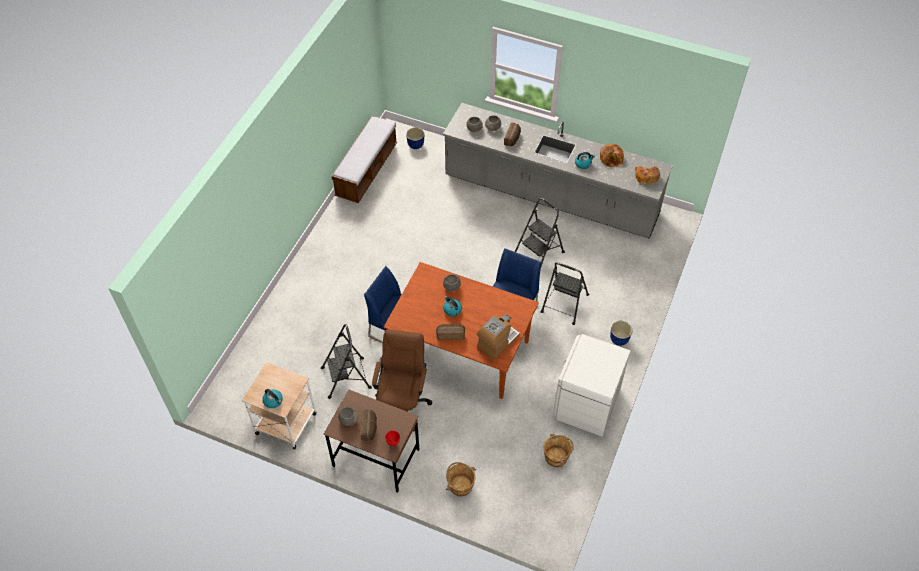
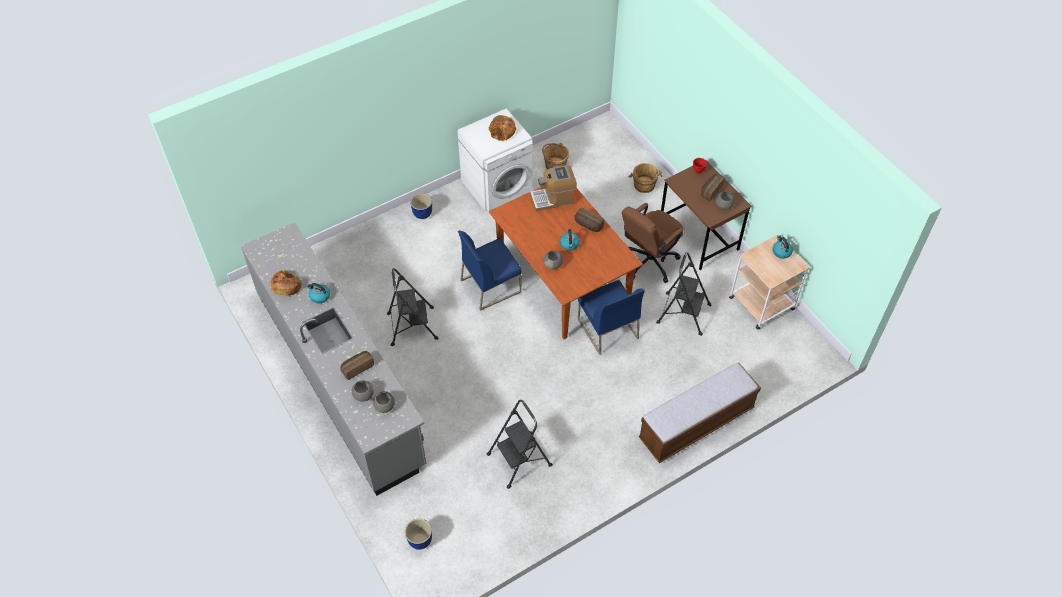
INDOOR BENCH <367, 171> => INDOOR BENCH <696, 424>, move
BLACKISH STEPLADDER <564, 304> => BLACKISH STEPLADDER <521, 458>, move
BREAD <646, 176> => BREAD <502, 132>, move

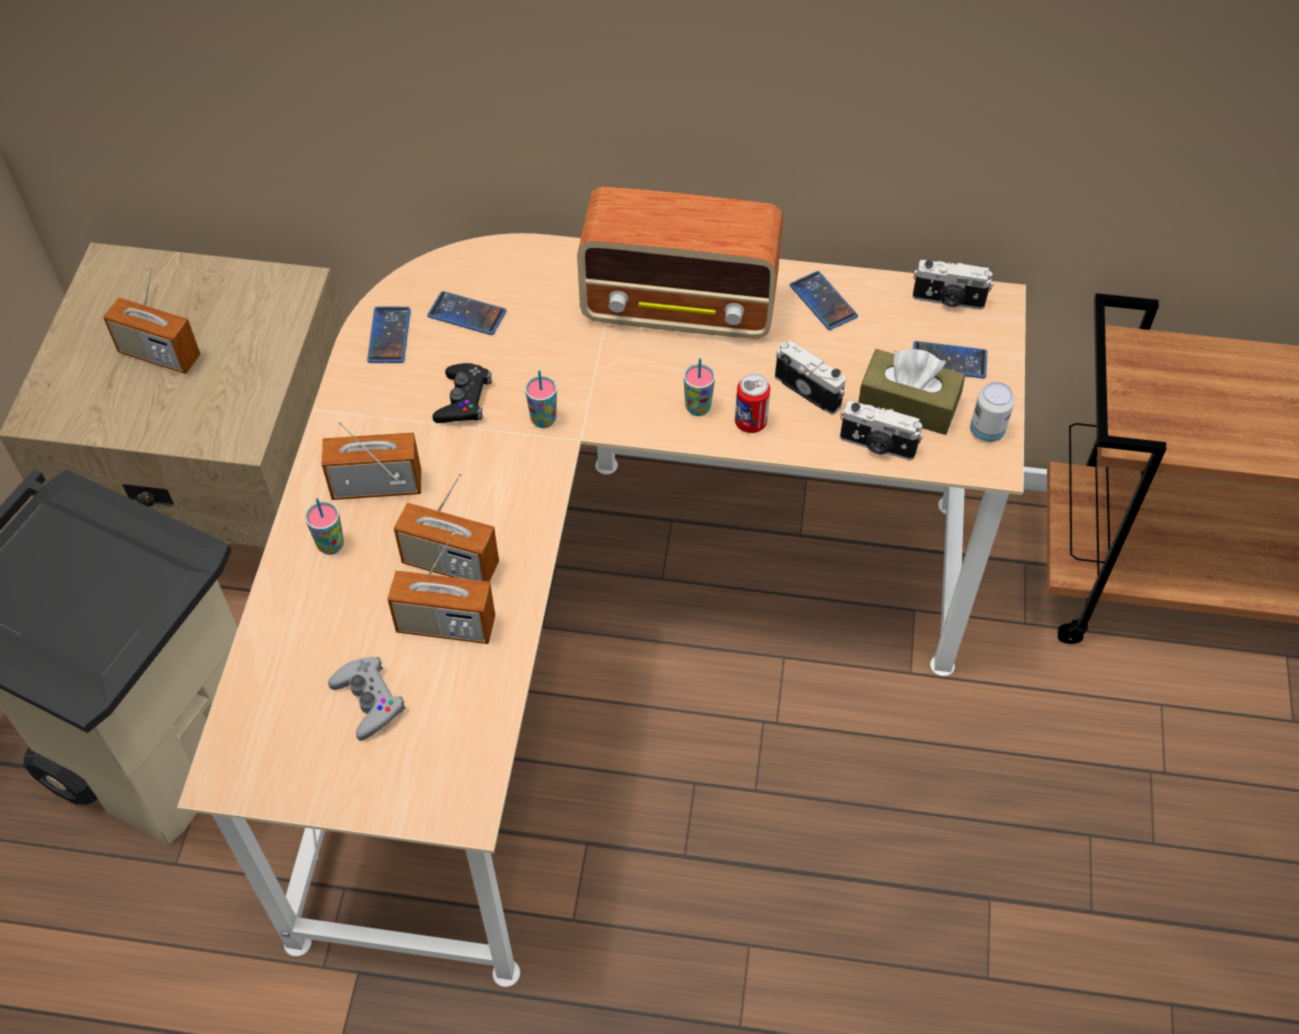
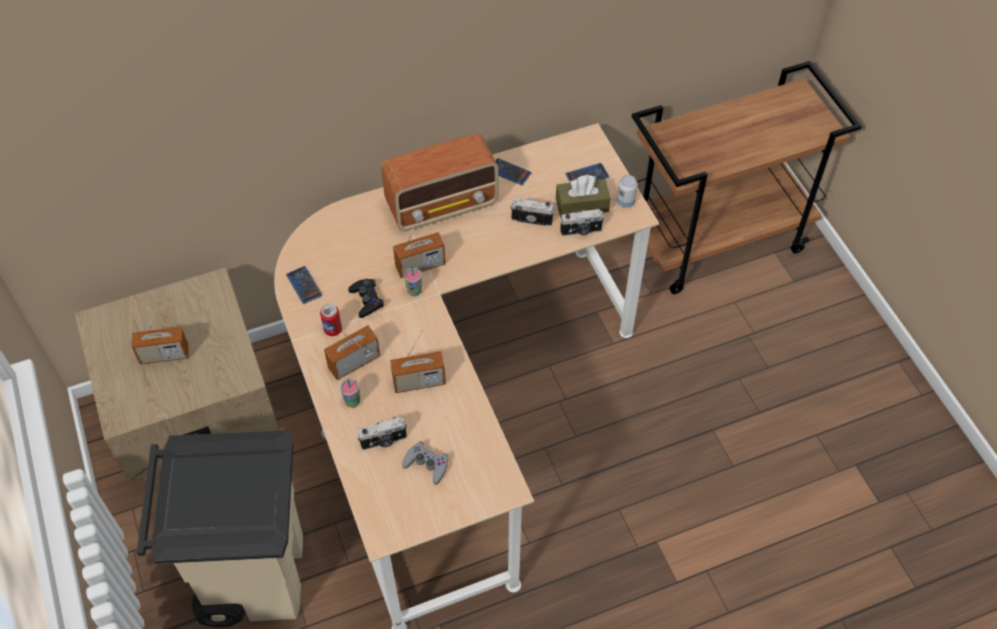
RADIO <446, 625> => RADIO <420, 265>, move
PHONE <467, 314> => nothing
CUP <698, 408> => nothing
METAL CAN <750, 422> => METAL CAN <333, 329>, move
PHOTO CAMERA <948, 300> => PHOTO CAMERA <384, 441>, move

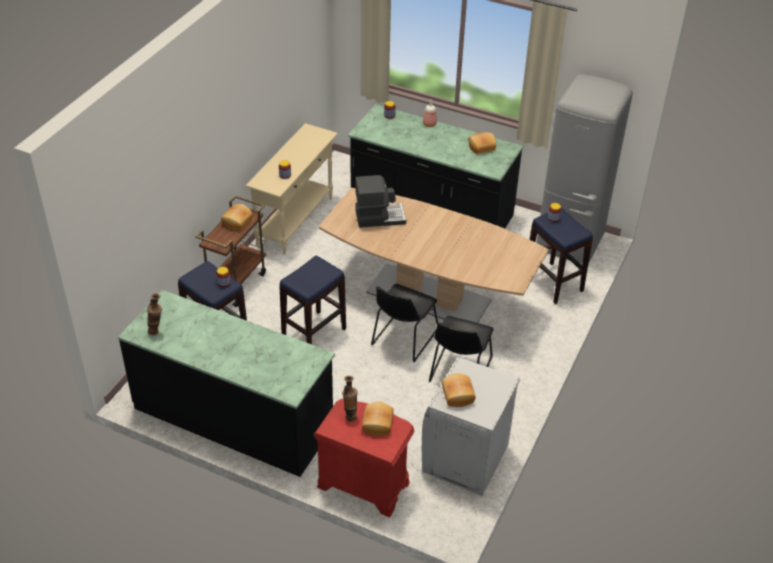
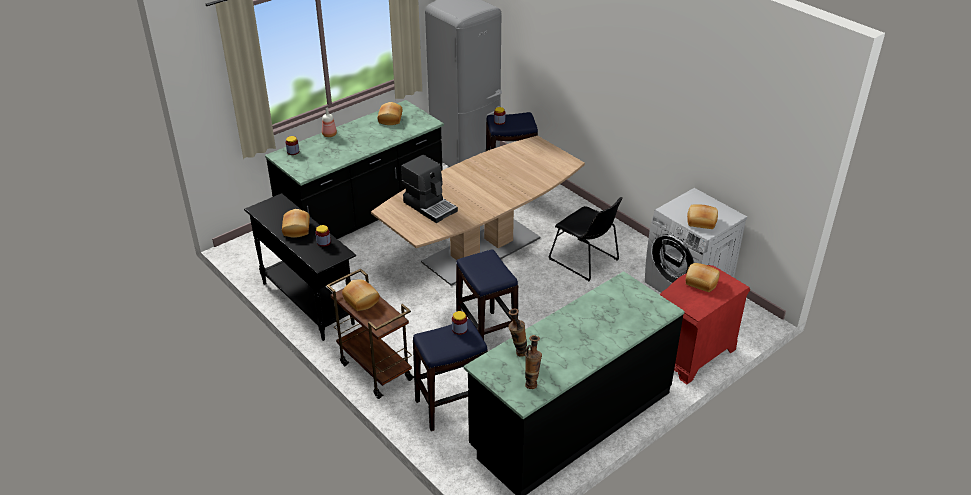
BEIGE-COLOURED NARROW TABLE <295, 221> => BLACKISH NARROW TABLE <308, 303>
FLOWER VASE <350, 415> => FLOWER VASE <517, 352>, move
COFFEE MAKER <379, 217> => COFFEE MAKER <430, 206>, 120 degrees clockwise
BLACKISH PLAIN CHAIR <403, 339> => nothing
nothing => BREAD <297, 229>

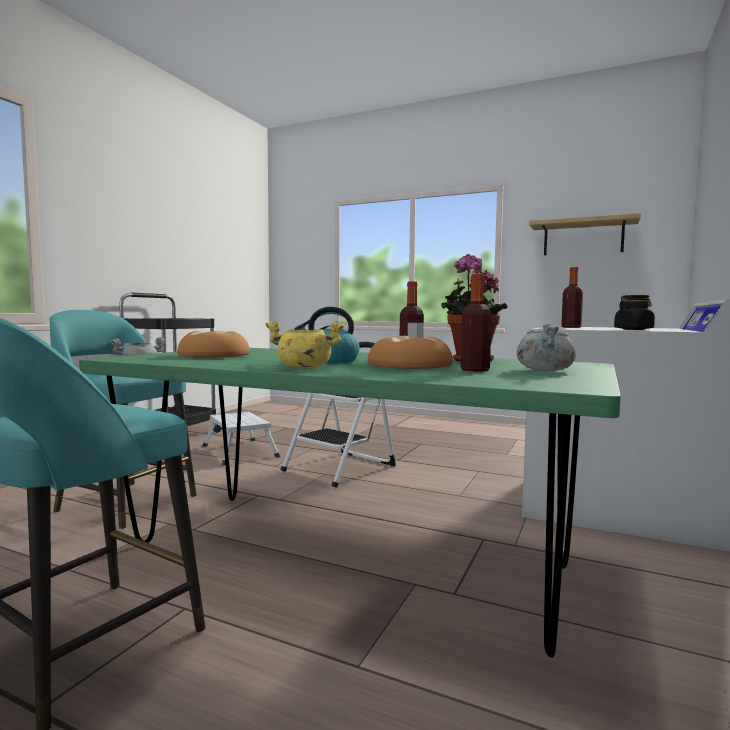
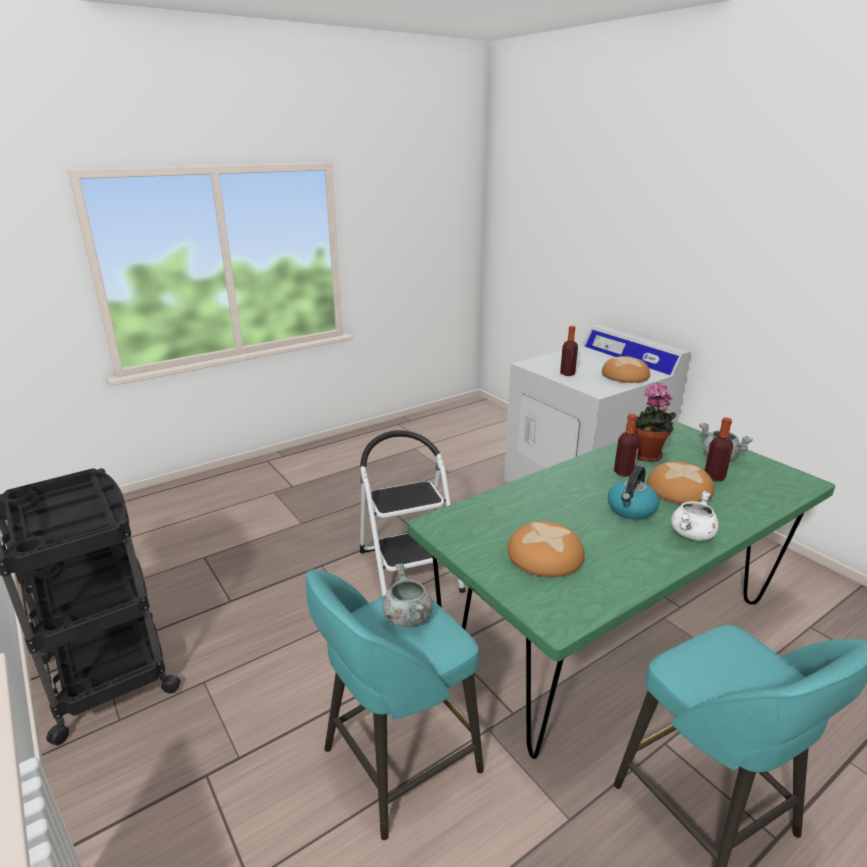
WHITE STEPLADDER <240, 451> => nothing
YELLOW SAUCEPOT <304, 368> => WHITE SAUCEPOT <692, 534>
SHELF <583, 238> => nothing
BLACKISH JAR <633, 329> => BREAD <625, 375>

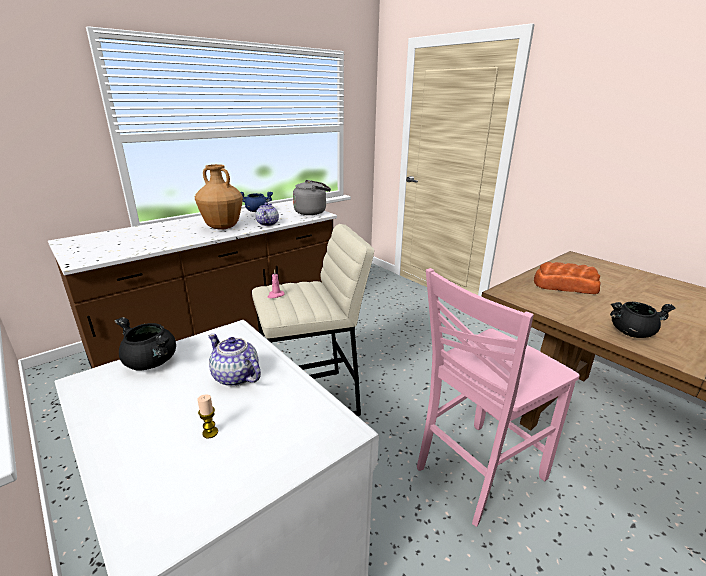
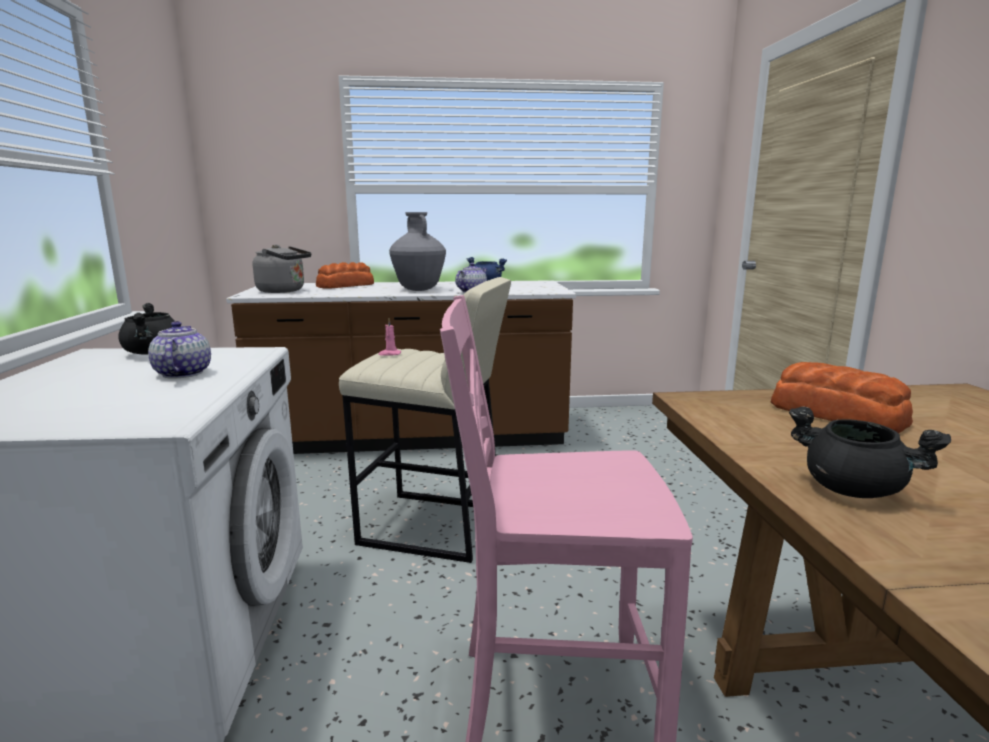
BROWNISH FLOWER VASE <222, 227> => GREY FLOWER VASE <418, 290>
CANDLE <210, 432> => nothing
GREY KETTLE <312, 212> => GREY KETTLE <284, 291>, move
nothing => BREAD <344, 285>

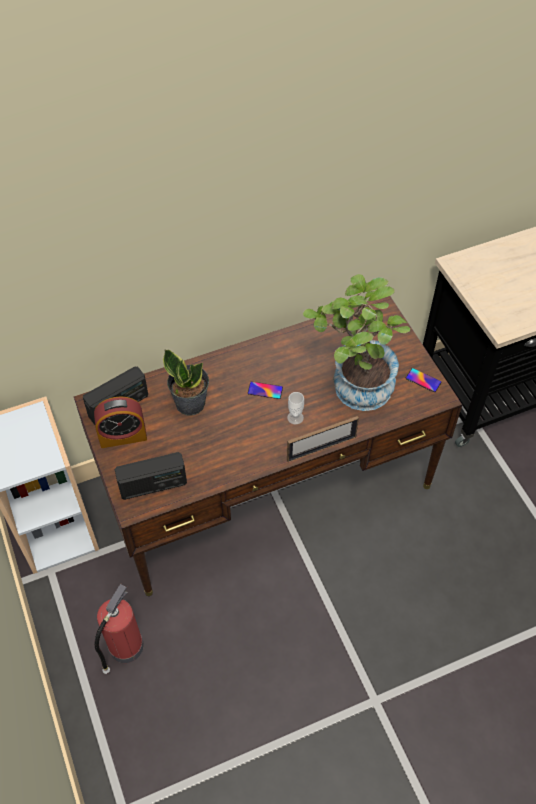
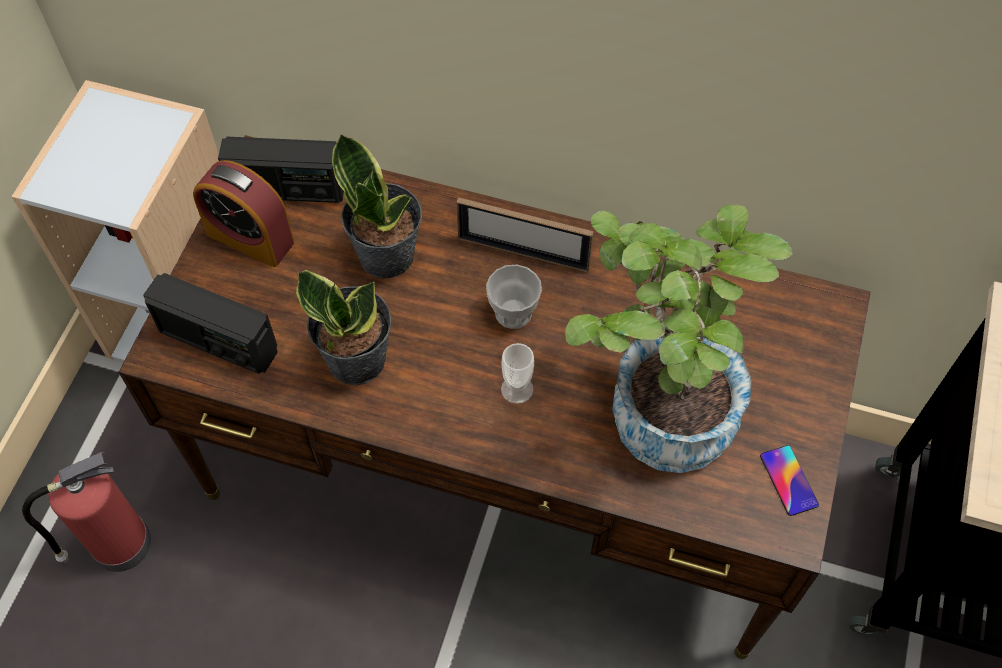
PHONE <265, 390> => CUP <513, 313>
PICTURE FRAME <321, 448> => PICTURE FRAME <523, 253>, move
nothing => POTTED PLANT <356, 358>

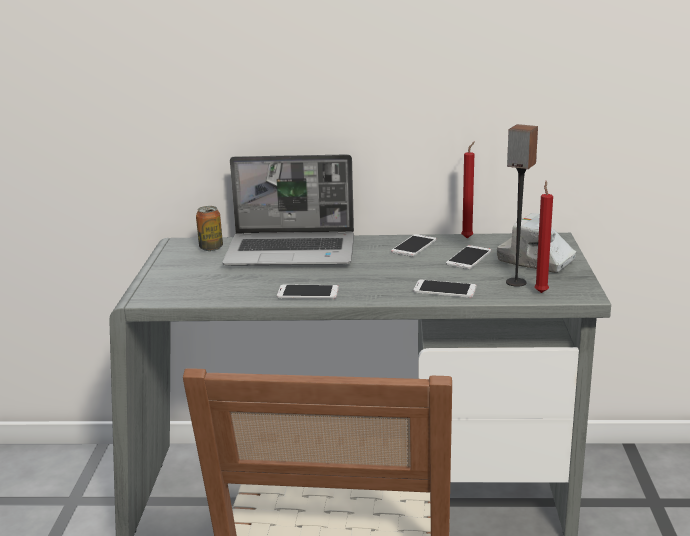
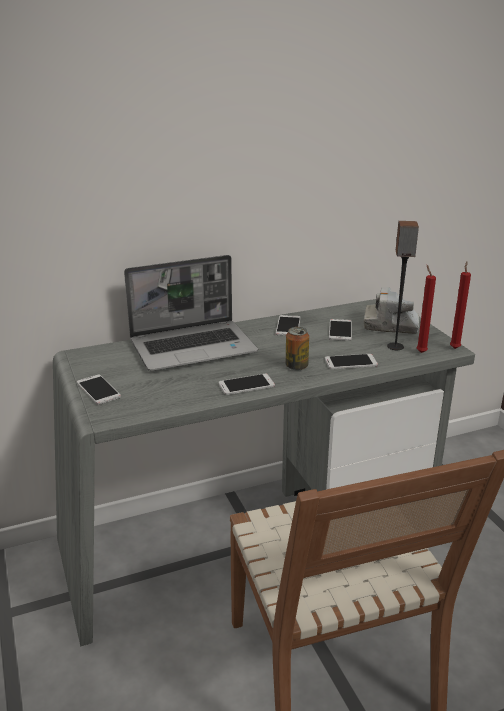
METAL CAN <211, 248> => METAL CAN <296, 366>, move
RED CANDLE <468, 237> => RED CANDLE <454, 348>, move
nothing => PHONE <98, 390>

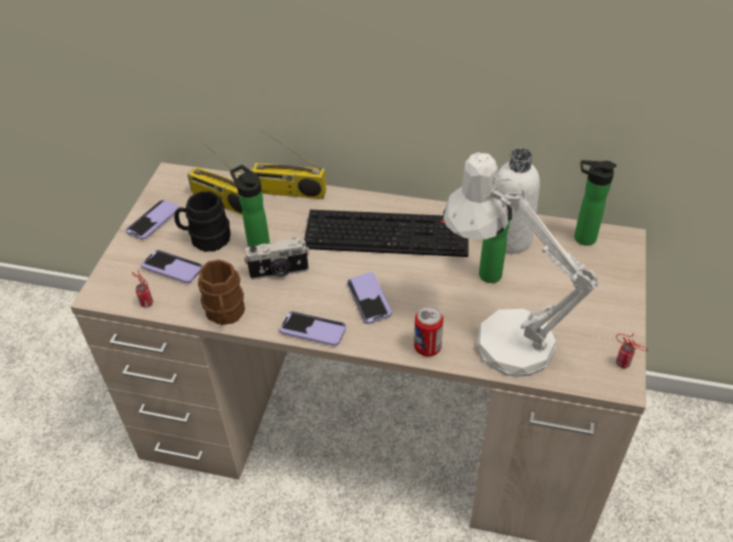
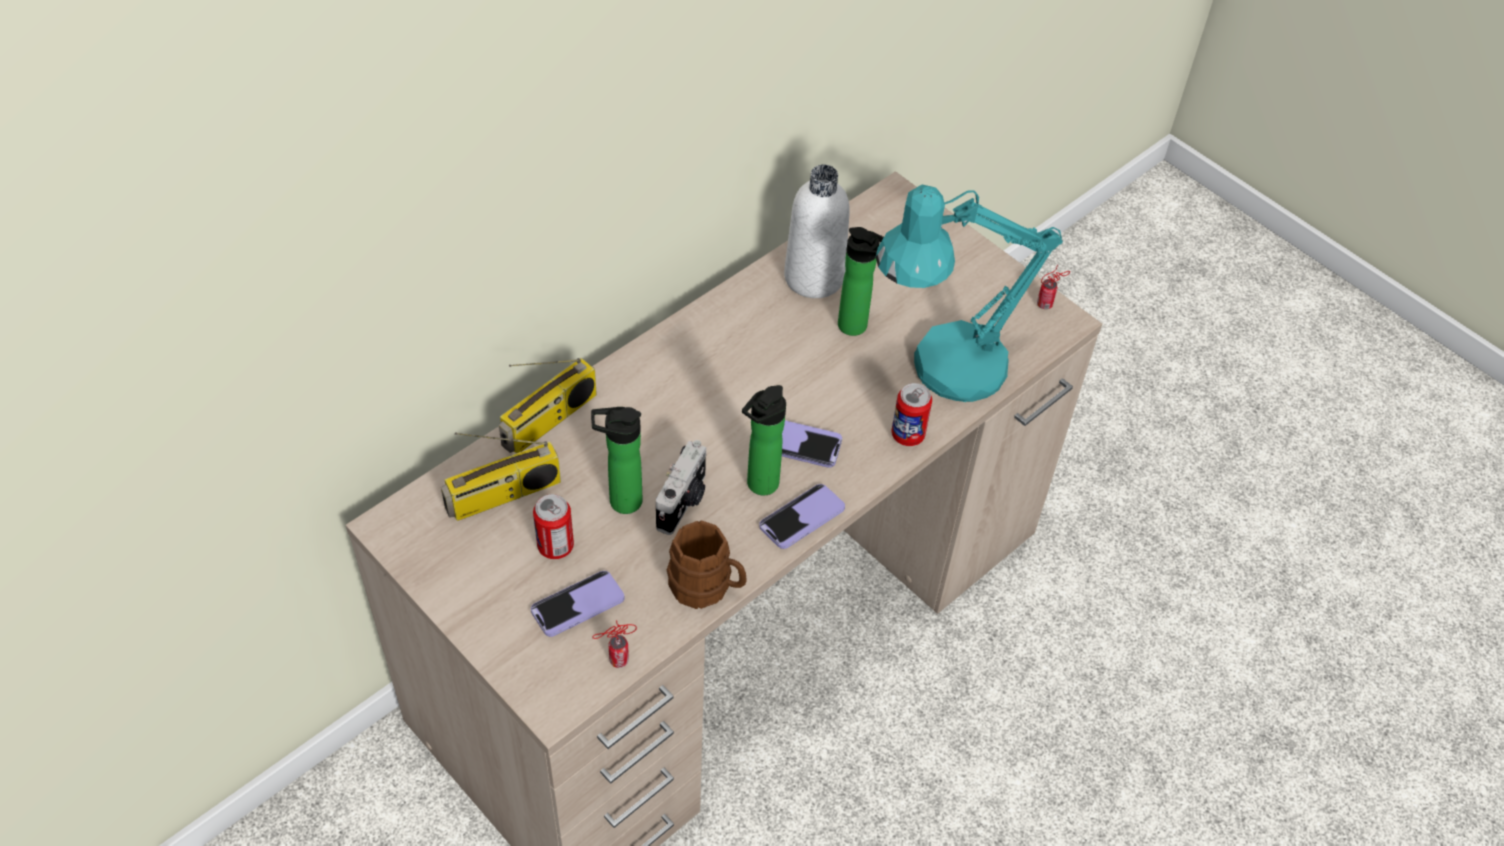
PHONE <153, 221> => nothing
BLACKISH COFFEE MUG <205, 238> => METAL CAN <555, 546>
PC KEYBOARD <389, 232> => nothing
WHITE TABLETOP LAMP <499, 337> => BLUE-GREEN TABLETOP LAMP <940, 370>
BOTTLE <581, 238> => BOTTLE <759, 486>, move

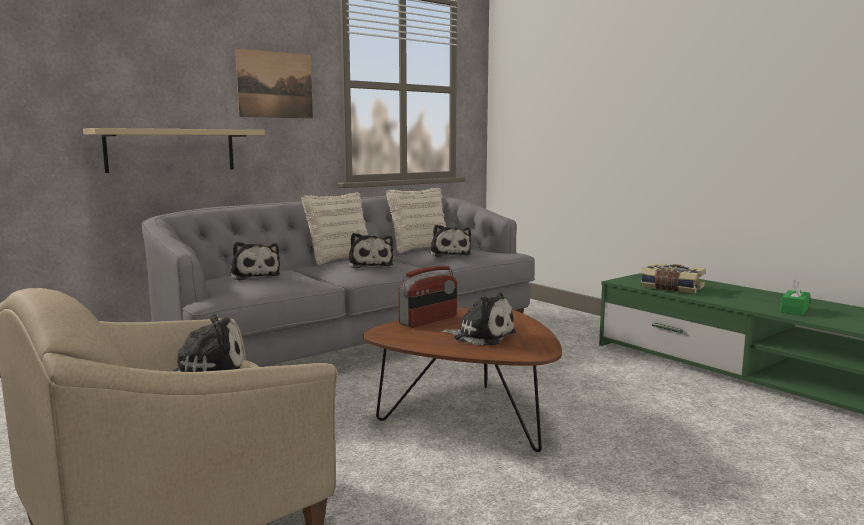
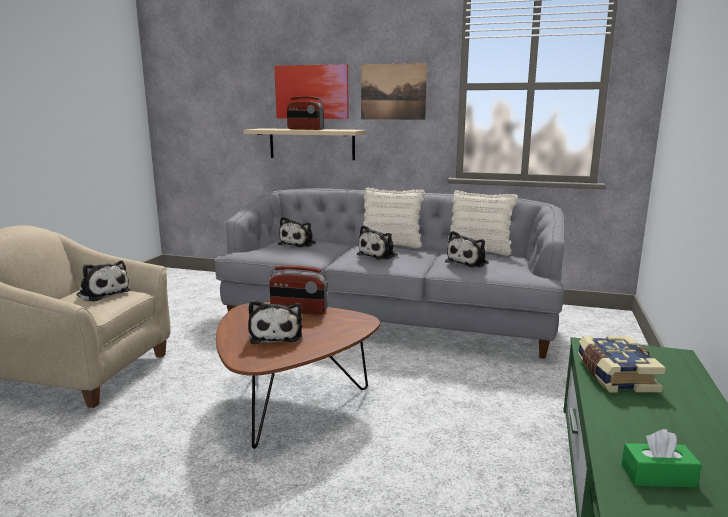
nothing => WALL PICTURE <312, 92>
nothing => RADIO <305, 129>

